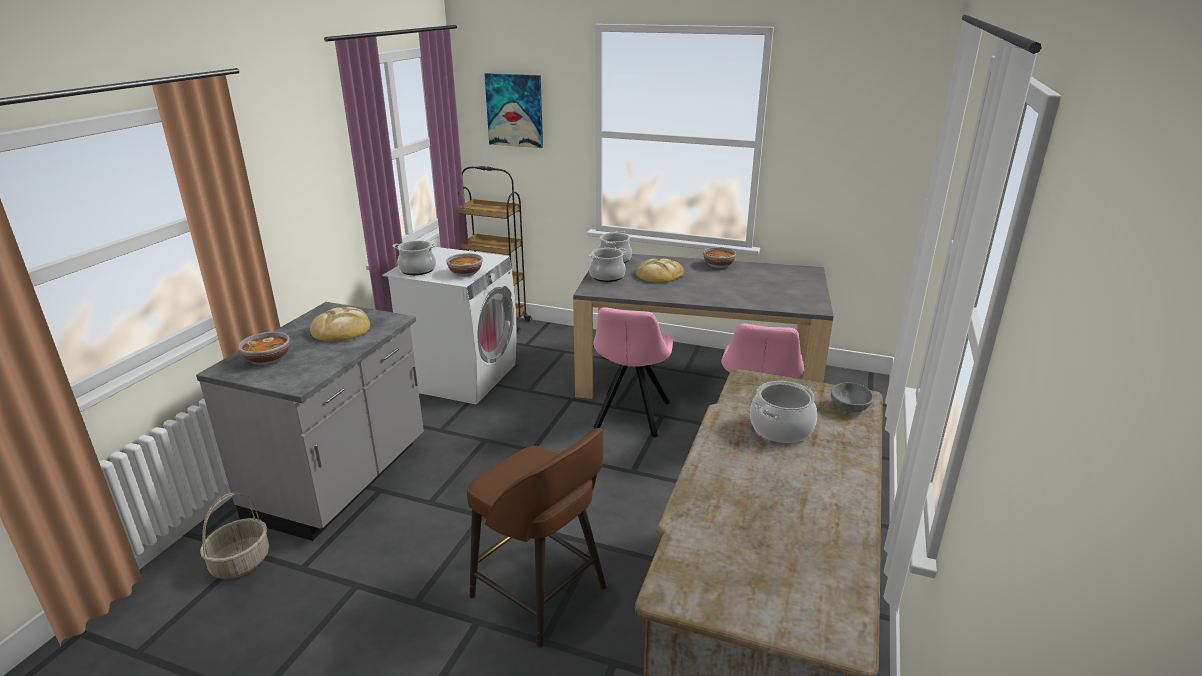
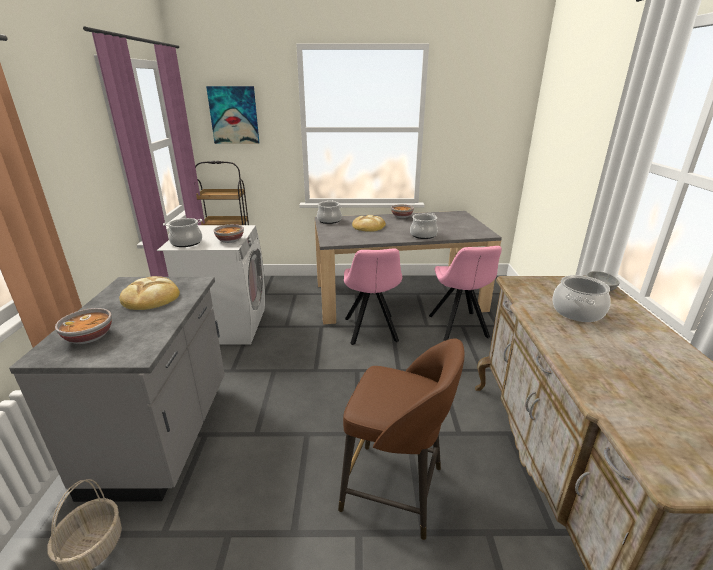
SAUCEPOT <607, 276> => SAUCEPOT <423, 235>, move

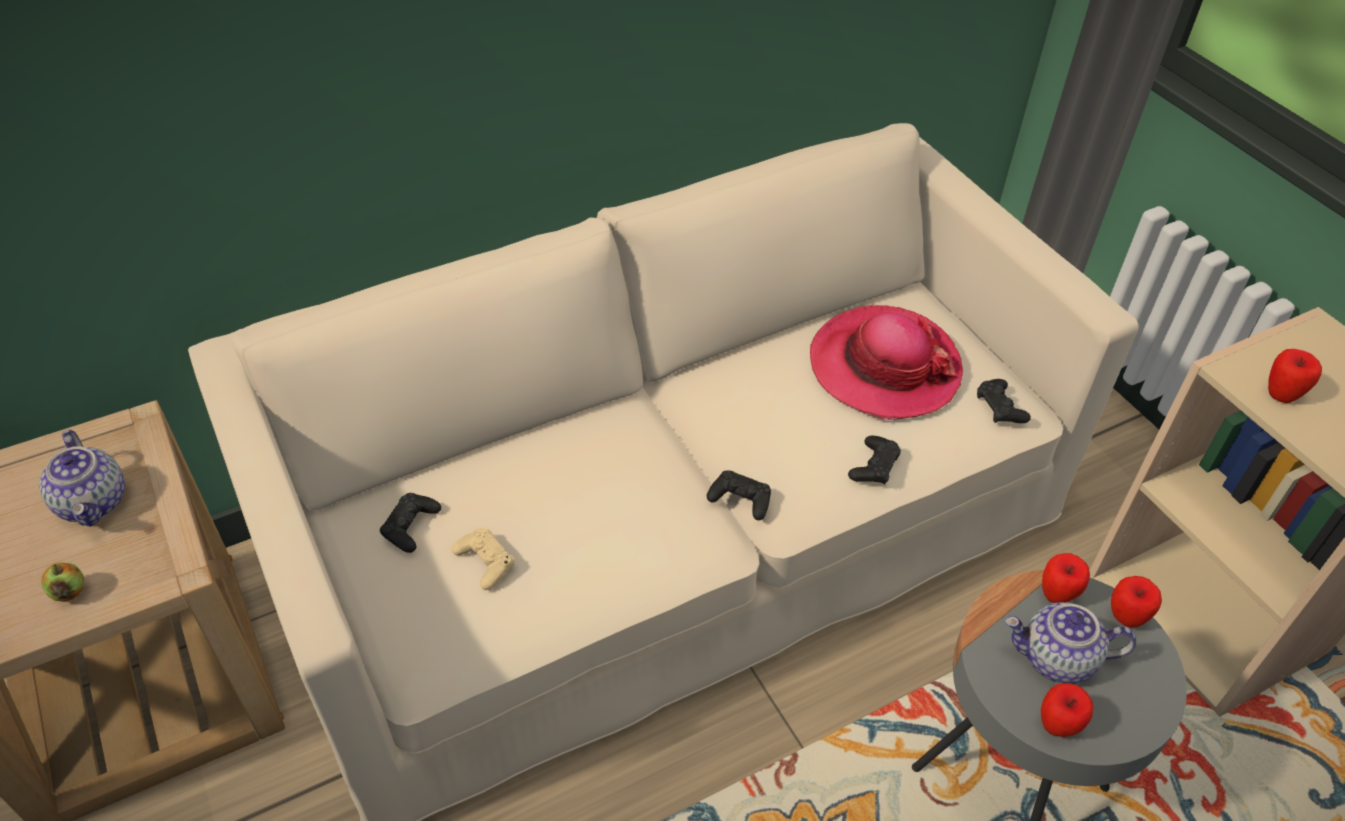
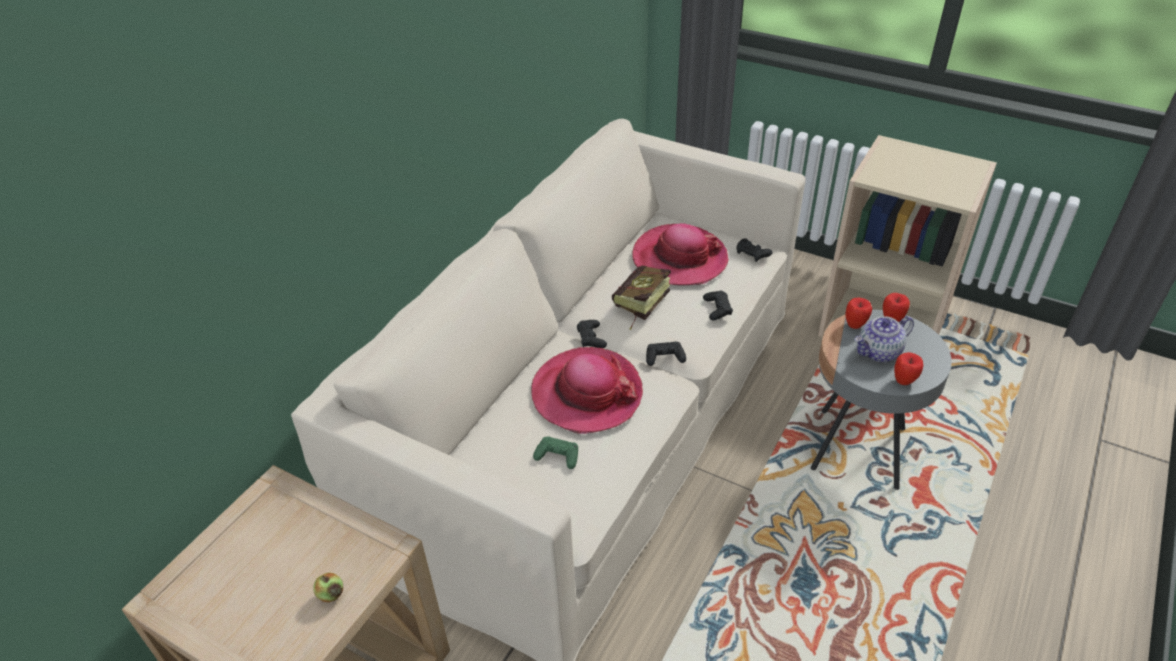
POT FOR TEA <94, 502> => nothing
BLACKISH GAME CONTROLLER <410, 526> => BLACKISH GAME CONTROLLER <591, 338>, move
BEIGE-COLOURED GAME CONTROLLER <485, 562> => GREEN GAME CONTROLLER <557, 456>
APPLE FRUIT <1281, 395> => nothing
nothing => HAT <586, 393>
nothing => VOLUME <638, 307>

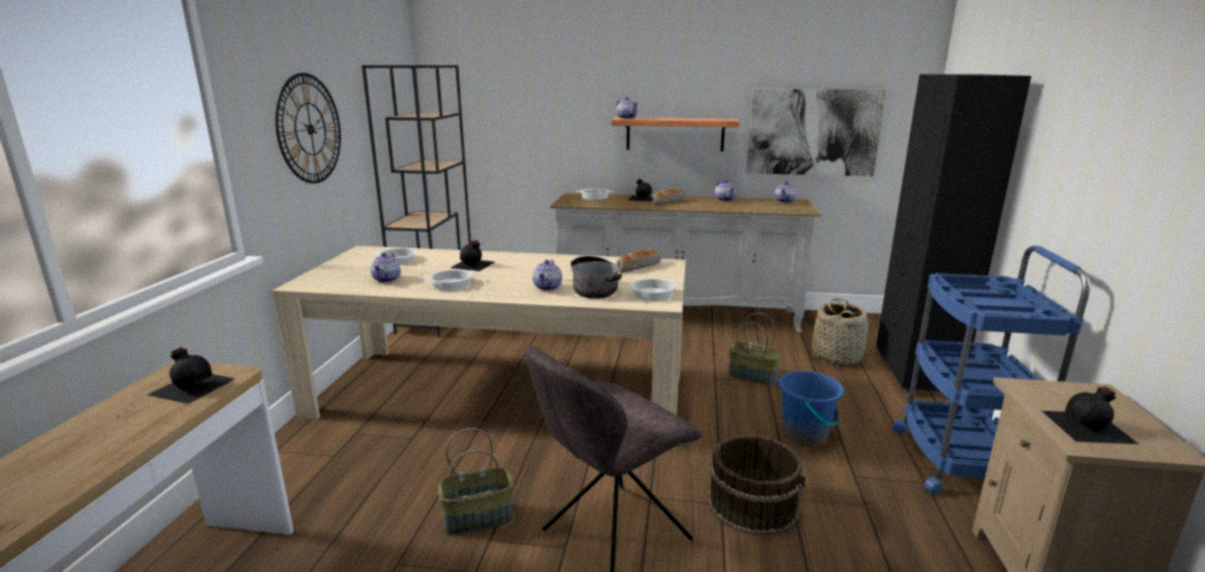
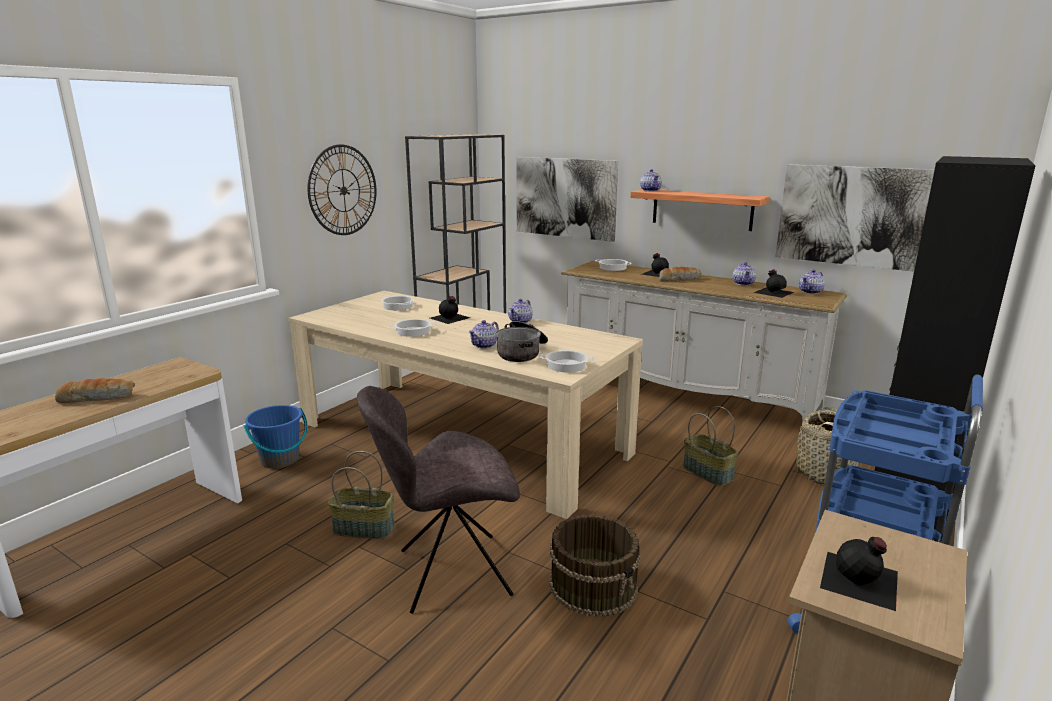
BLACKISH BOTTLE <192, 386> => BLACKISH BOTTLE <773, 292>, move
POT FOR TEA <387, 279> => POT FOR TEA <520, 321>, move
BREAD <638, 266> => BREAD <97, 398>, move
BLUE PAIL <805, 435> => BLUE PAIL <280, 460>, move
nothing => WALL PICTURE <565, 198>

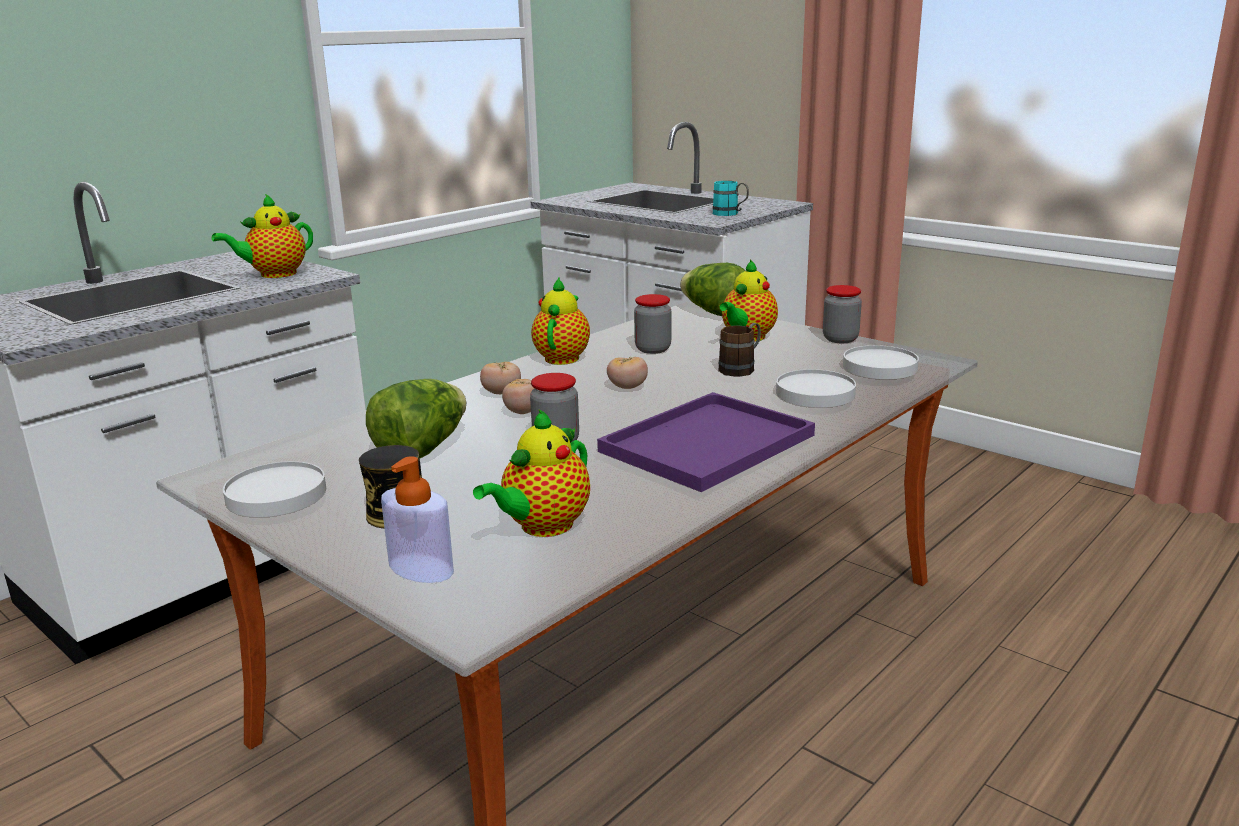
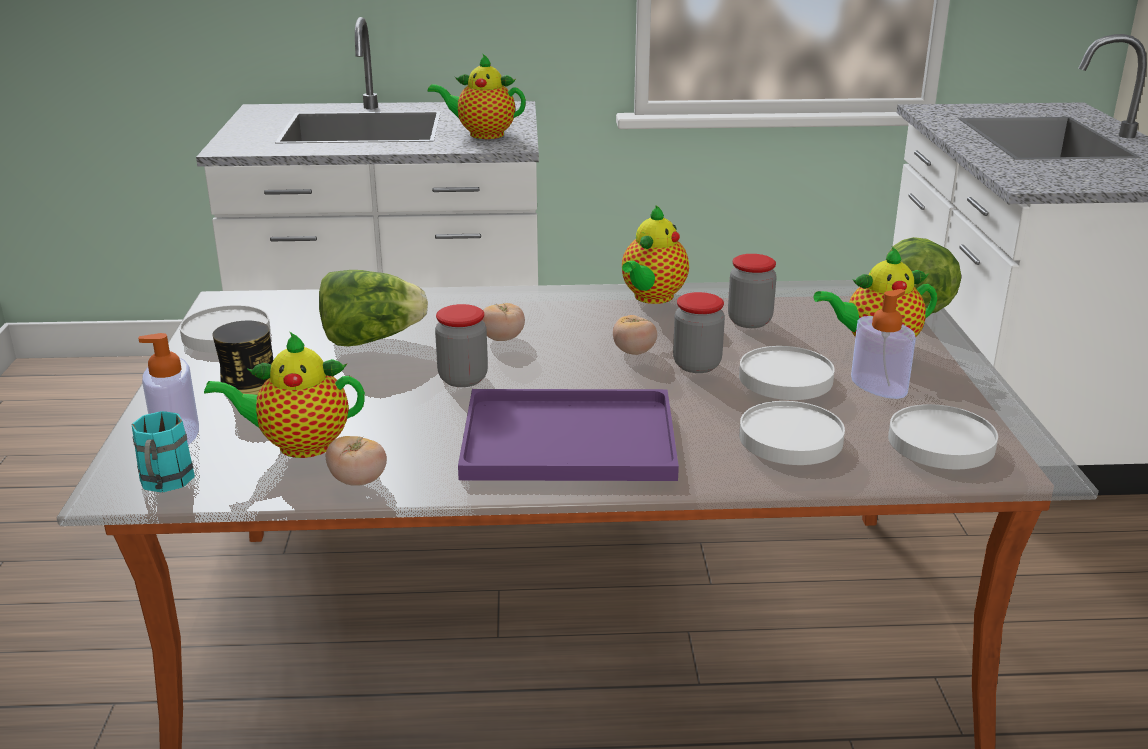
WHOLE TOMATO <501, 393> => WHOLE TOMATO <358, 481>, move
POT FOR TEA <563, 357> => POT FOR TEA <651, 298>, 150 degrees clockwise
BLUE-GREEN COFFEE MUG <730, 214> => BLUE-GREEN COFFEE MUG <164, 485>, move
BROWNISH COFFEE MUG <741, 368> => WHITE PLATE <785, 378>
JAR <840, 339> => JAR <697, 365>, move
nothing => SOAP BOTTLE <878, 386>

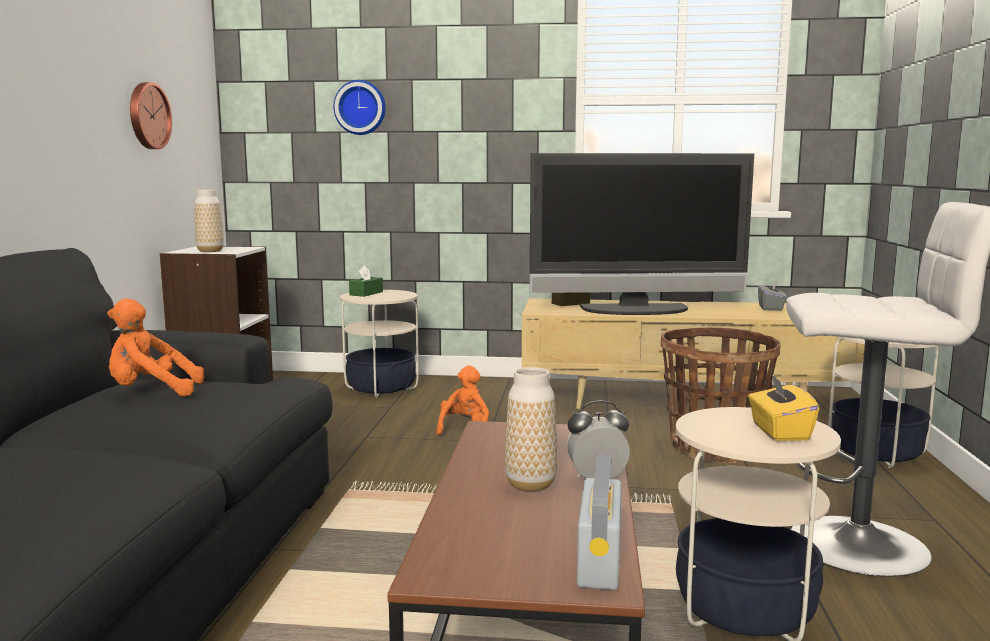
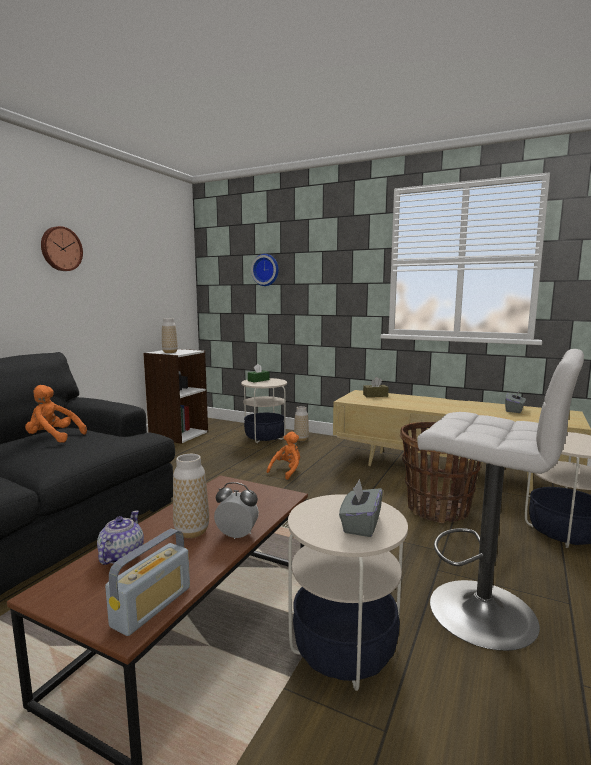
WALL CLOCK <148, 116> => WALL CLOCK <60, 249>, move
TELEVISION <636, 310> => nothing
YELLOW BOX OF TISSUES <779, 432> => GREY BOX OF TISSUES <360, 525>
nothing => POT FOR TEA <121, 556>
nothing => FLOWER VASE <301, 439>

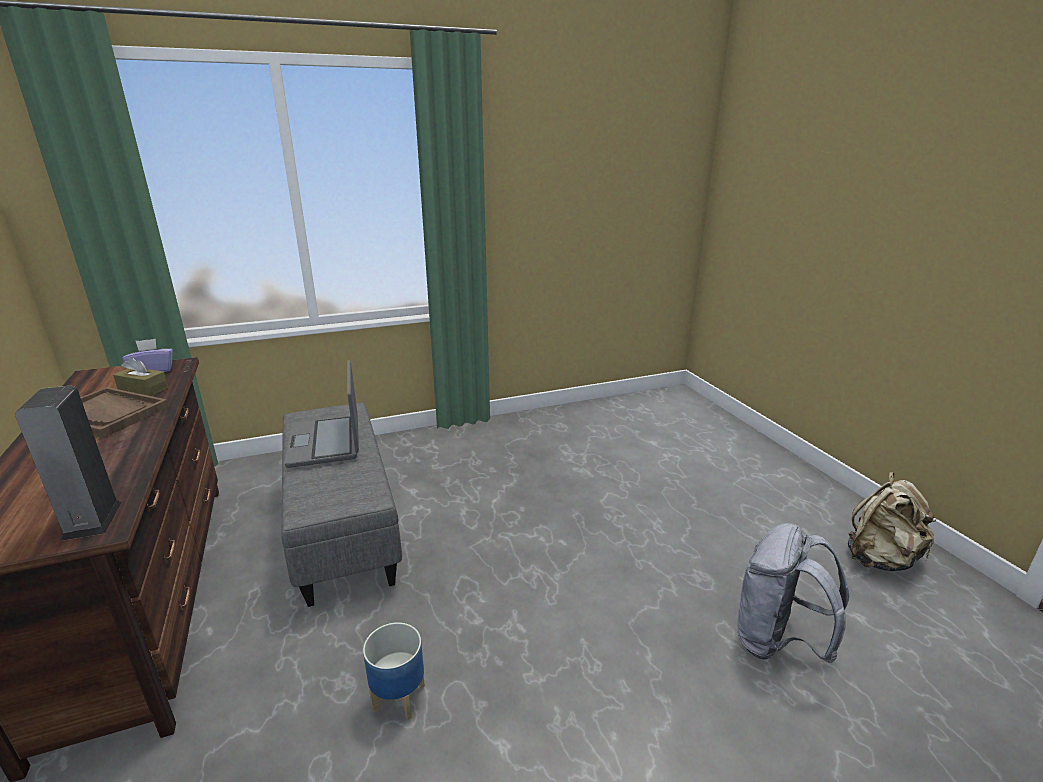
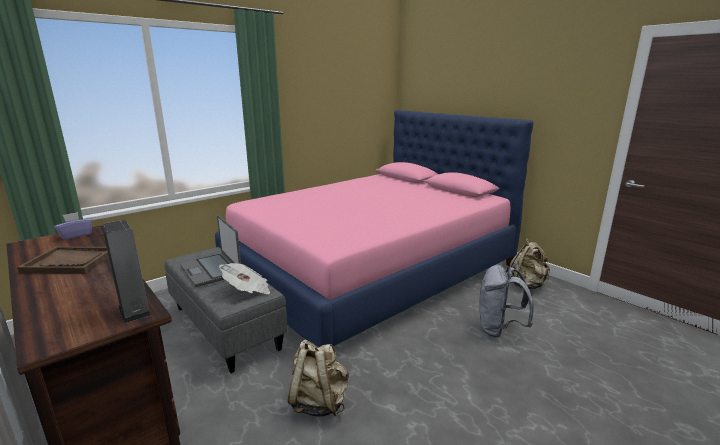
BROWNISH BOX OF TISSUES <143, 389> => nothing
PLANTER <398, 697> => BEIGE-COLOURED KNAPSACK <319, 402>
nothing => PINK BED <372, 270>
nothing => PRINTED PAPER <247, 290>

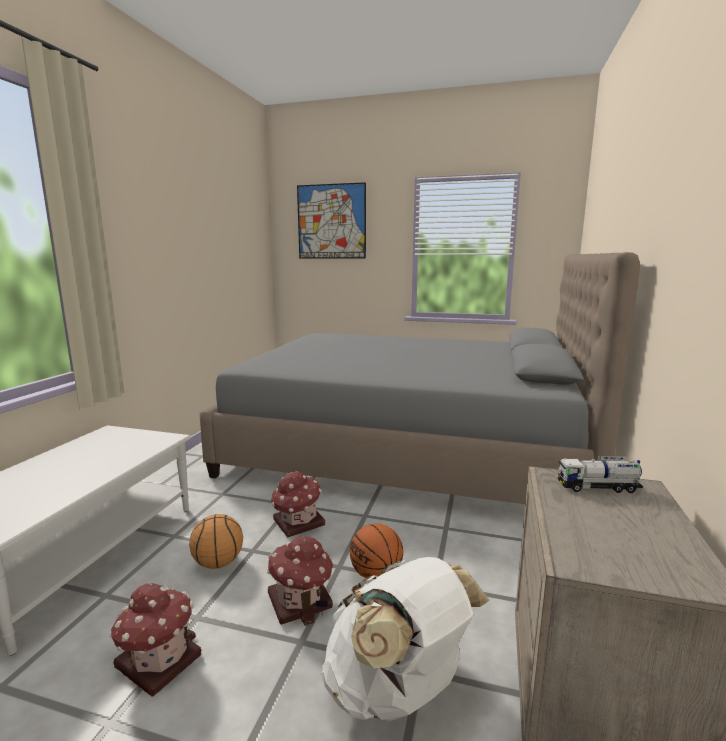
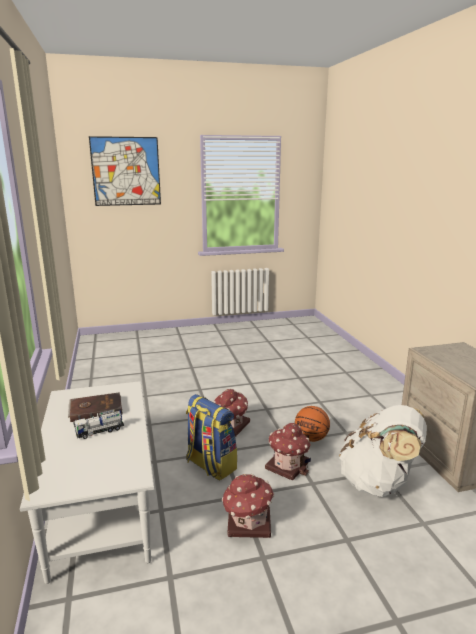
BALL FOR BASKETBALL <218, 562> => KNAPSACK <210, 465>
GREY BED <407, 449> => nothing
TOY LORRY <598, 487> => TOY LORRY <100, 431>, move
nothing => BROWNISH VOLUME <95, 409>

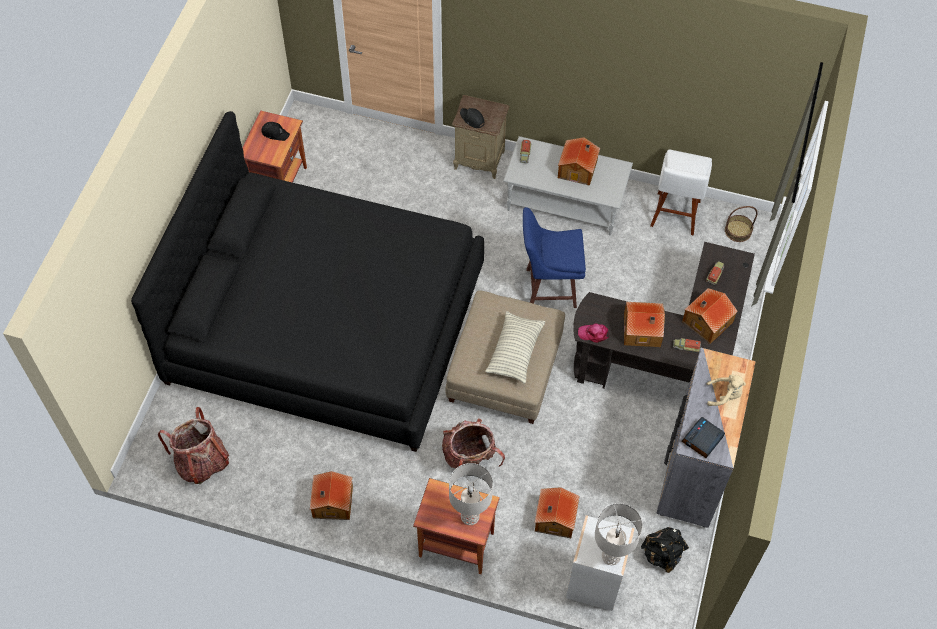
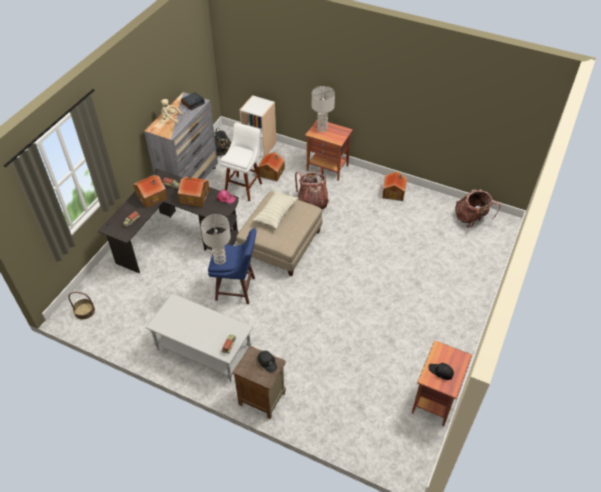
BLACKISH BED <326, 323> => nothing
MINIATURE HOUSE <578, 168> => nothing
WHITE TABLETOP LAMP <610, 556> => WHITE TABLETOP LAMP <220, 260>, move
WHITE SITTING STOOL <674, 216> => WHITE SITTING STOOL <244, 187>, move

